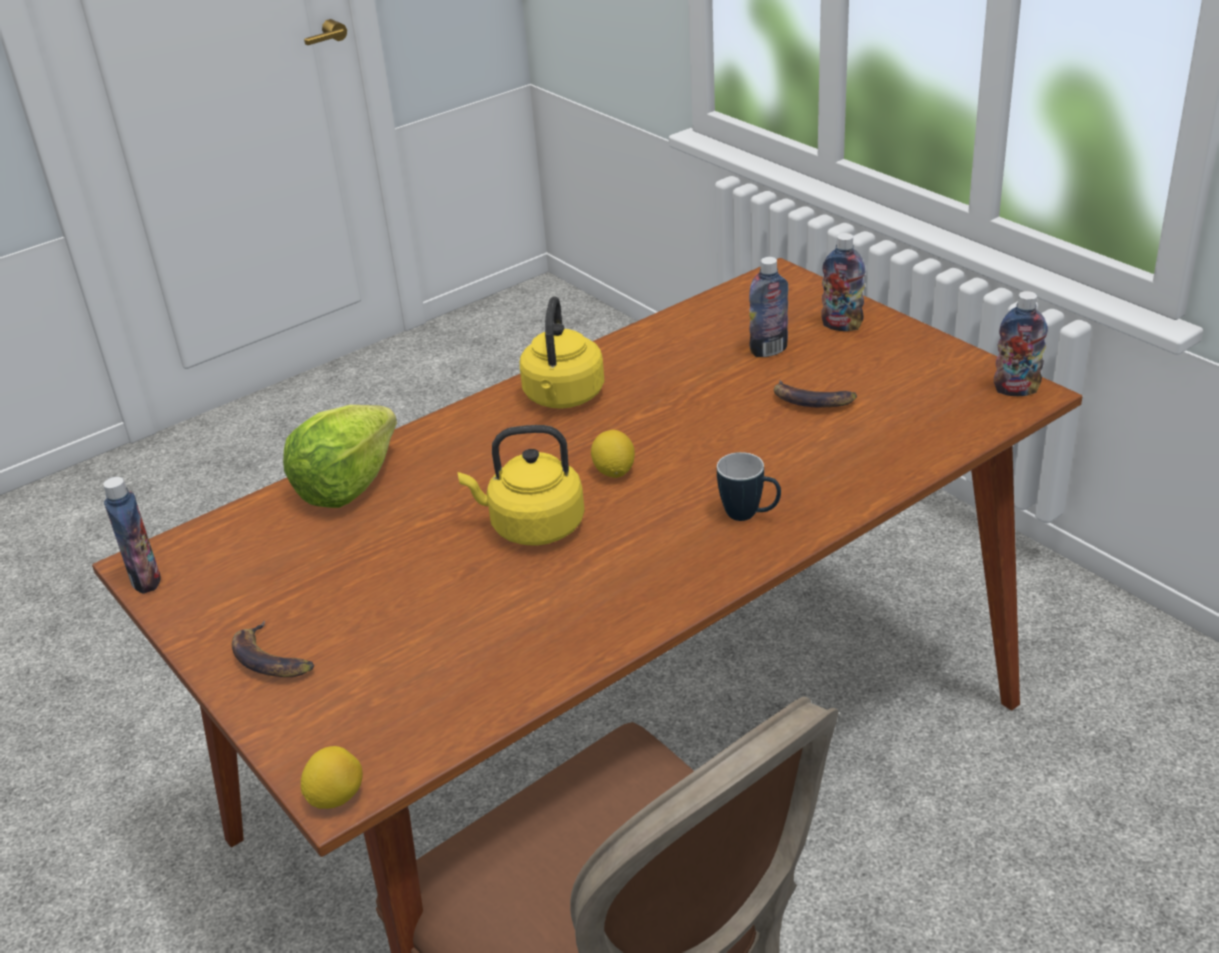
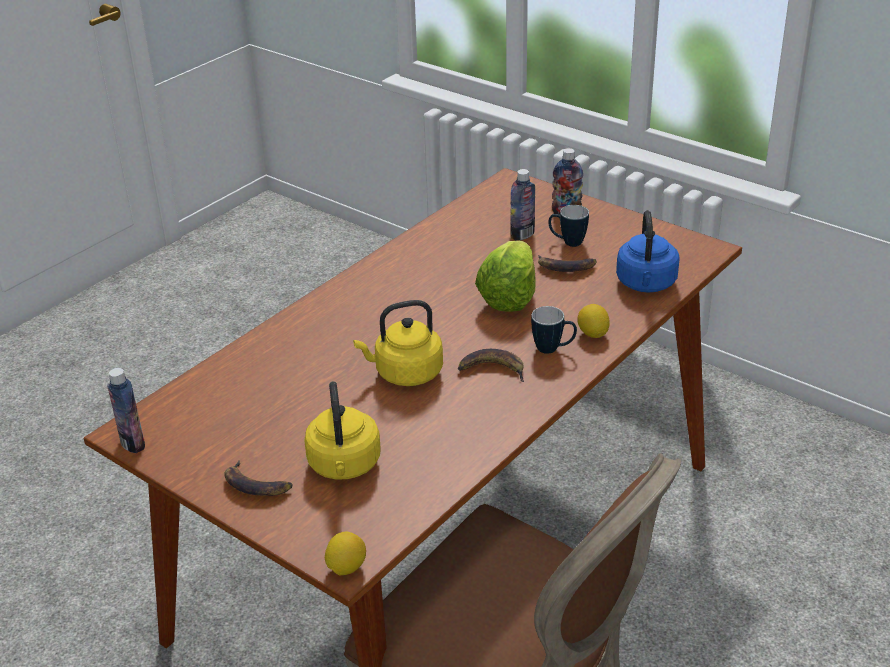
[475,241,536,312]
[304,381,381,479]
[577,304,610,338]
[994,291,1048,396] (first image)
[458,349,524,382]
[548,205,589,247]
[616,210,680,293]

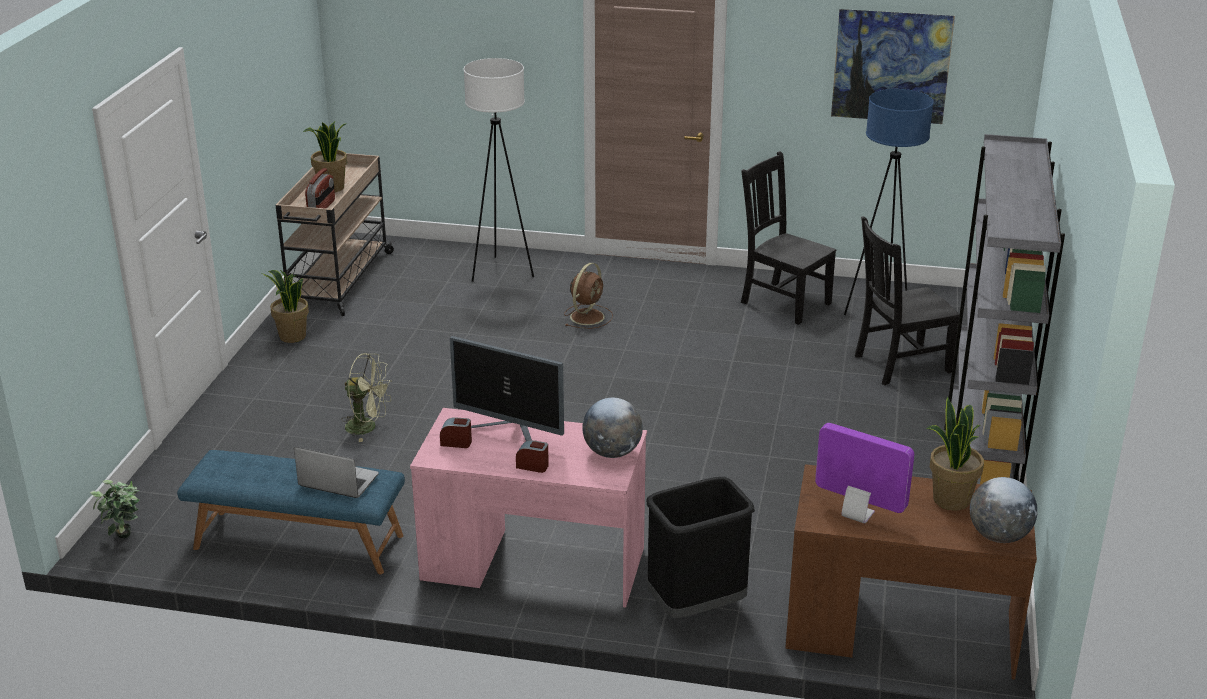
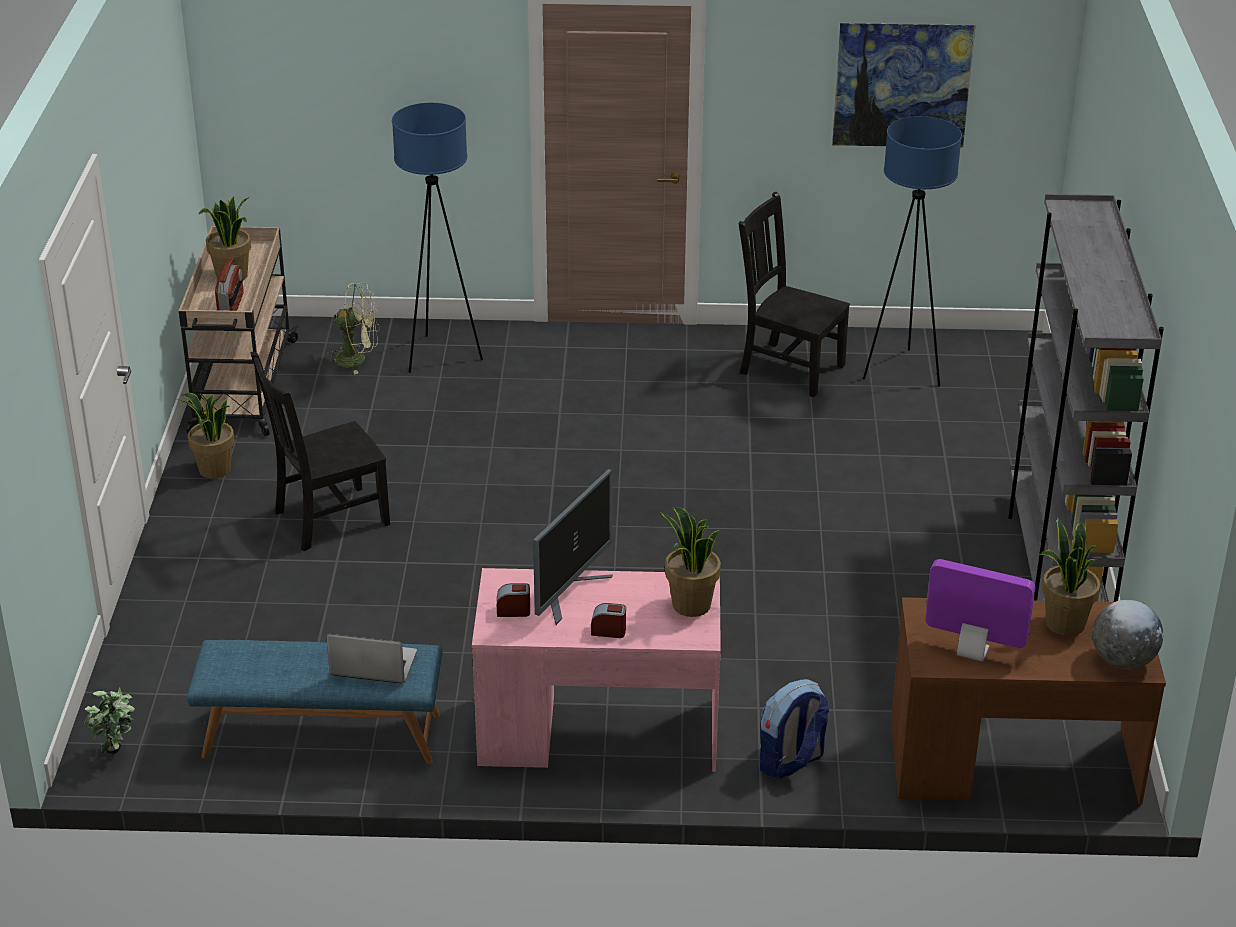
[328,283,380,374]
[533,469,613,625]
[392,103,483,373]
[564,263,613,329] (first image)
[660,507,721,617]
[760,679,829,779]
[250,352,390,551]

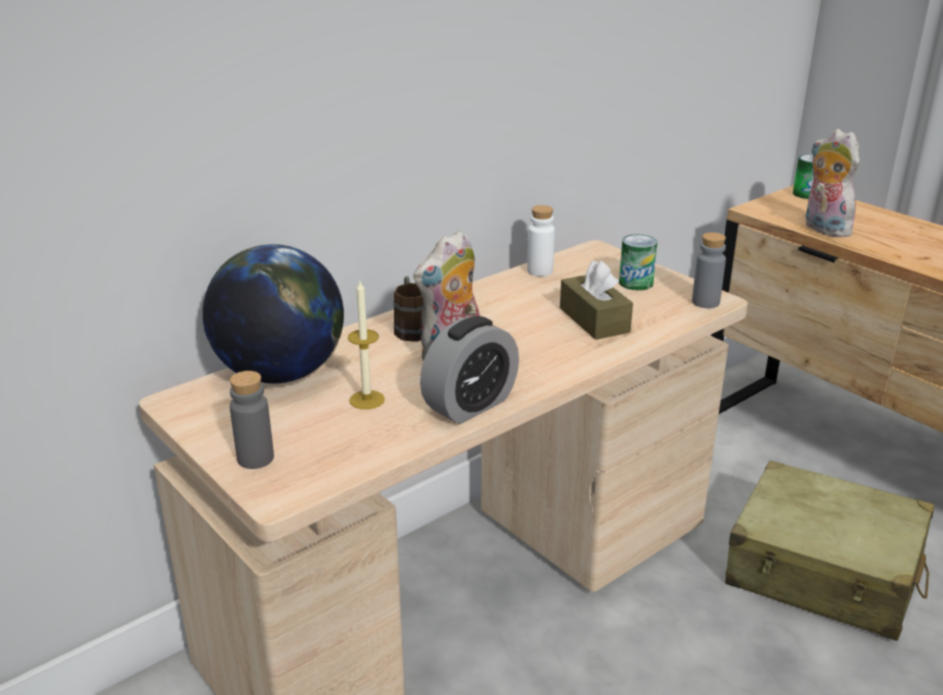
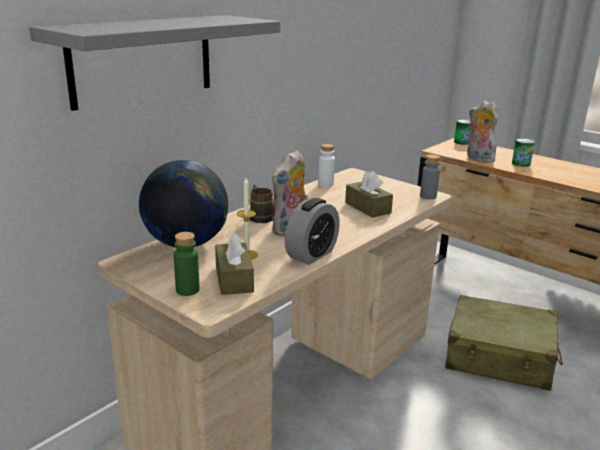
[174,232,200,296]
[512,138,535,167]
[29,15,280,111]
[215,232,254,295]

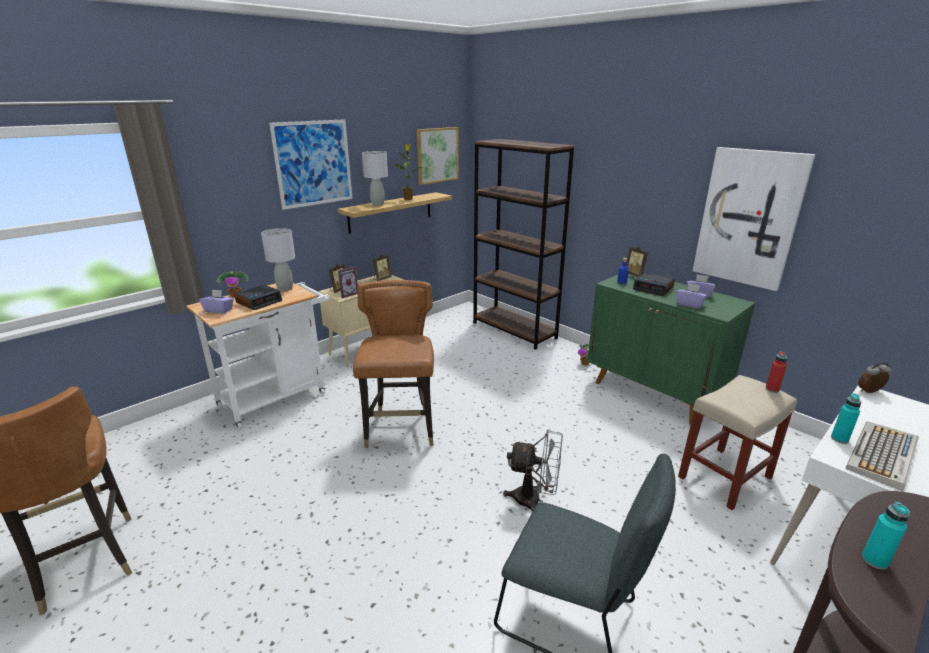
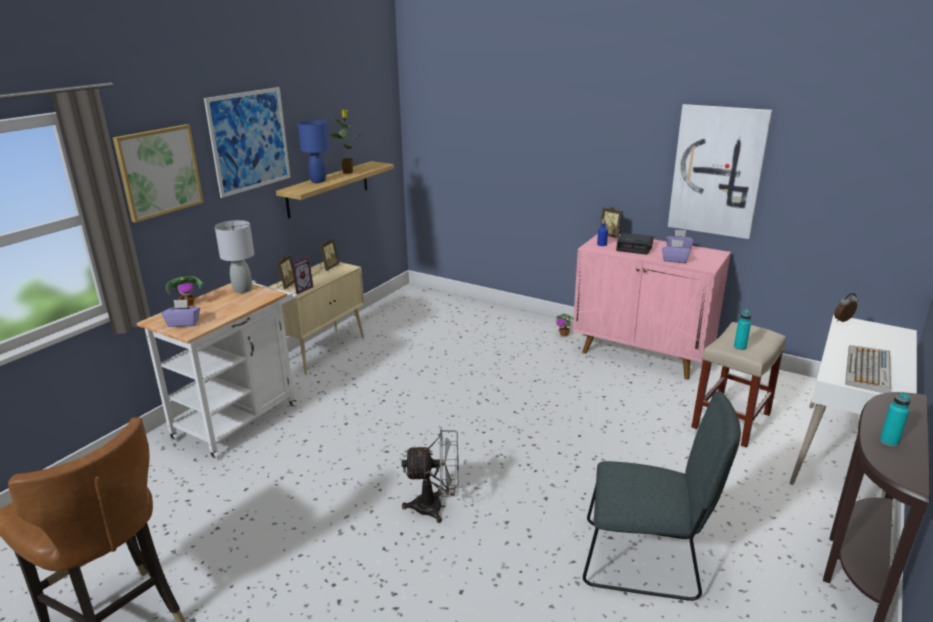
[234,285,282,310] (first image)
[353,280,434,448] (first image)
[298,120,329,183]
[113,124,204,223]
[473,139,575,350] (first image)
[402,429,459,523]
[573,234,731,380]
[765,351,787,393] (first image)
[734,309,751,350]

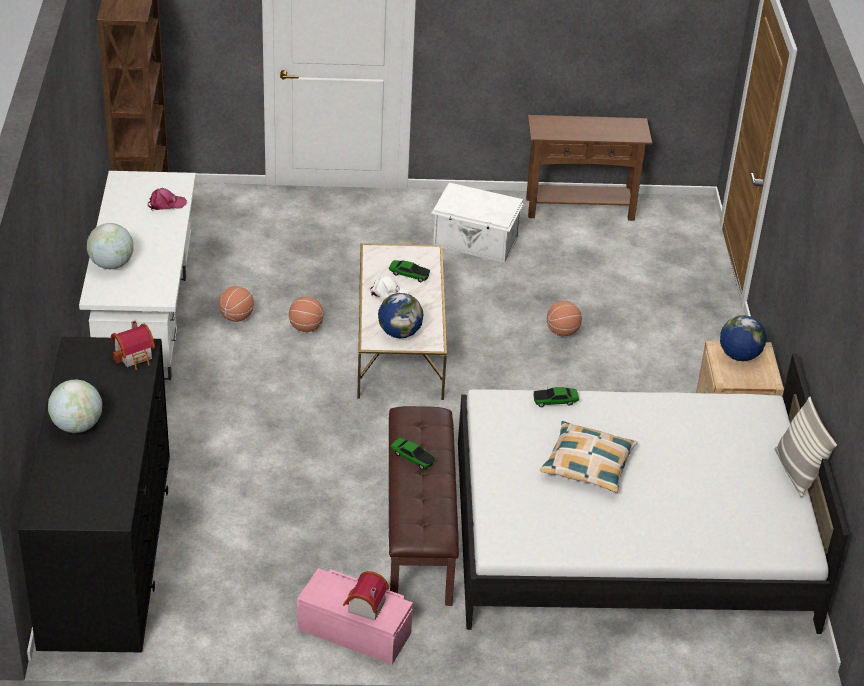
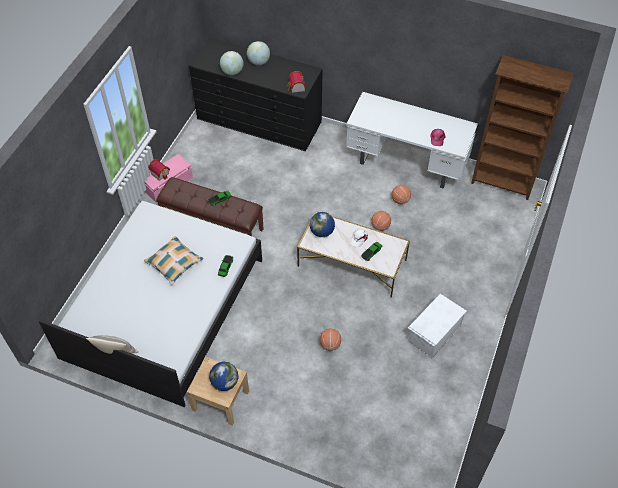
[220,51,243,75]
[526,115,652,221] (first image)

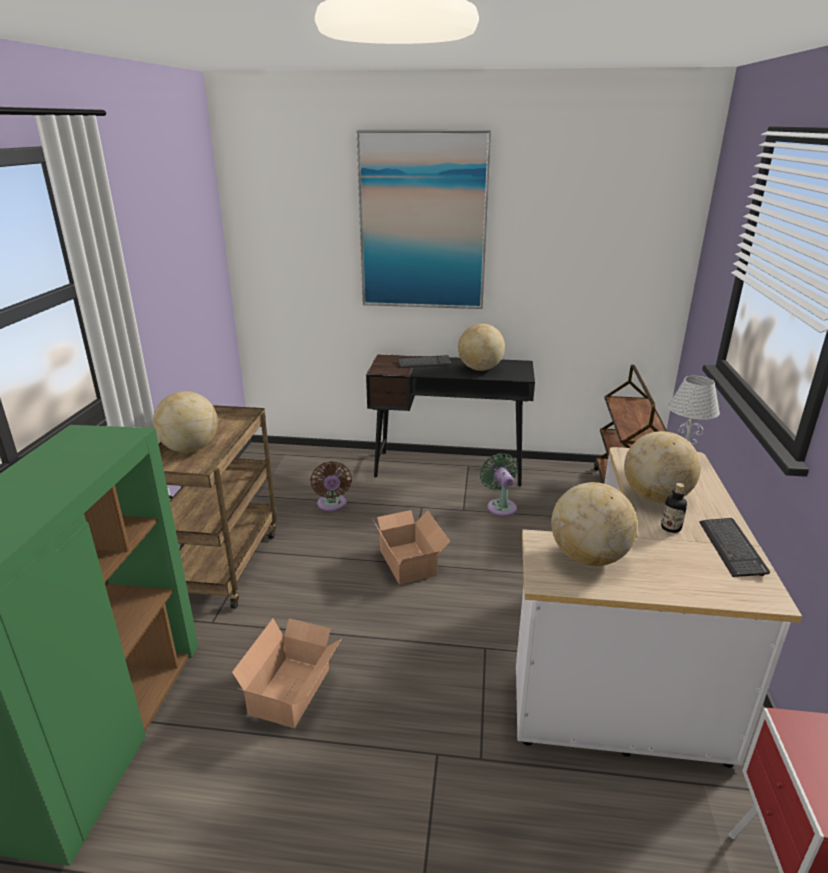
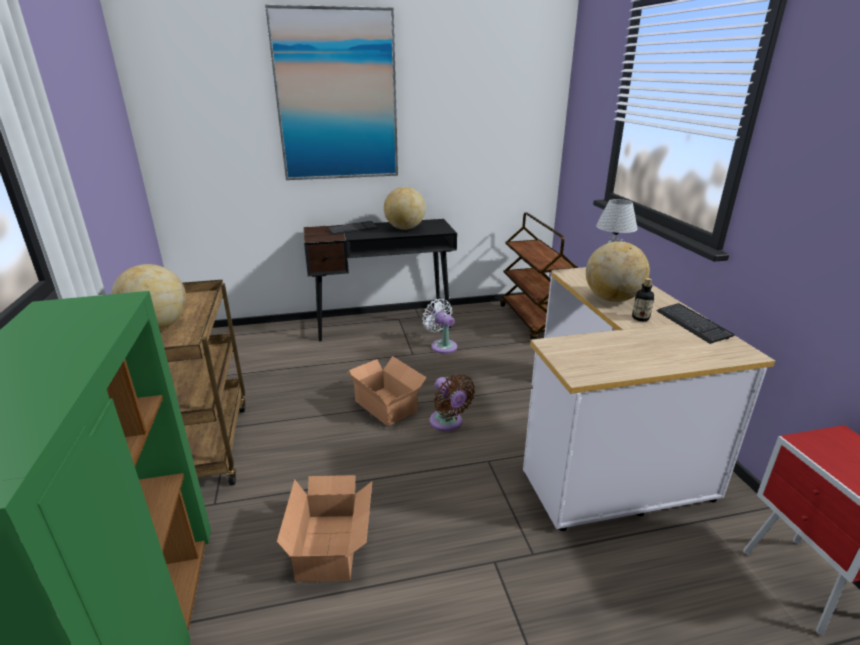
[430,374,475,431]
[422,299,457,354]
[551,482,638,566] (first image)

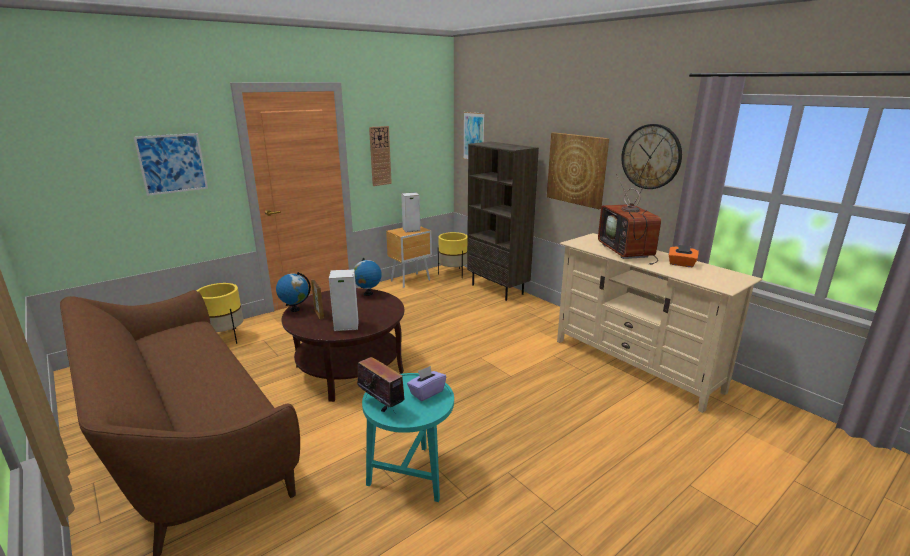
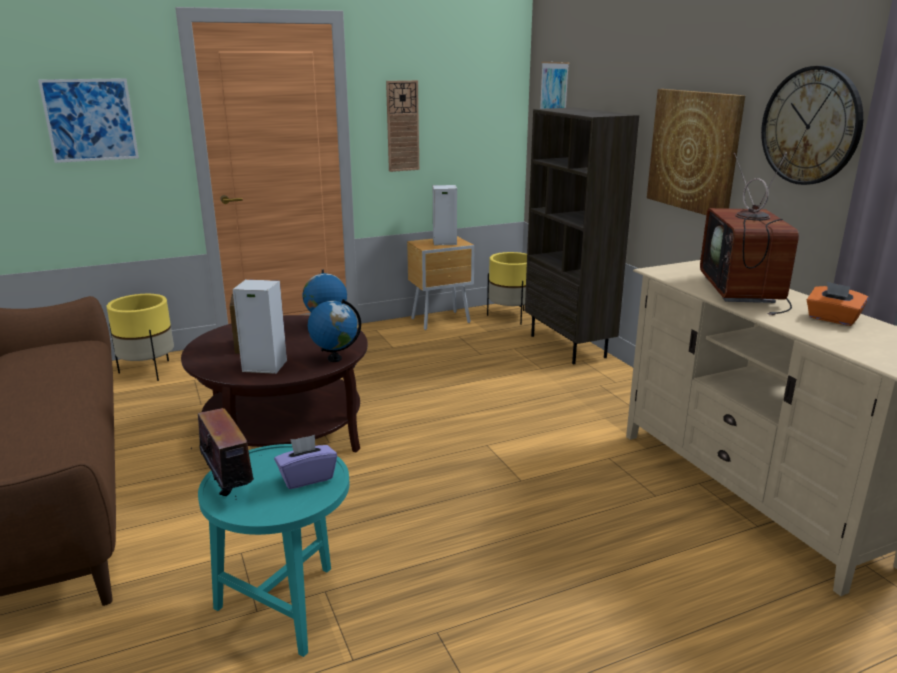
[308,299,361,362]

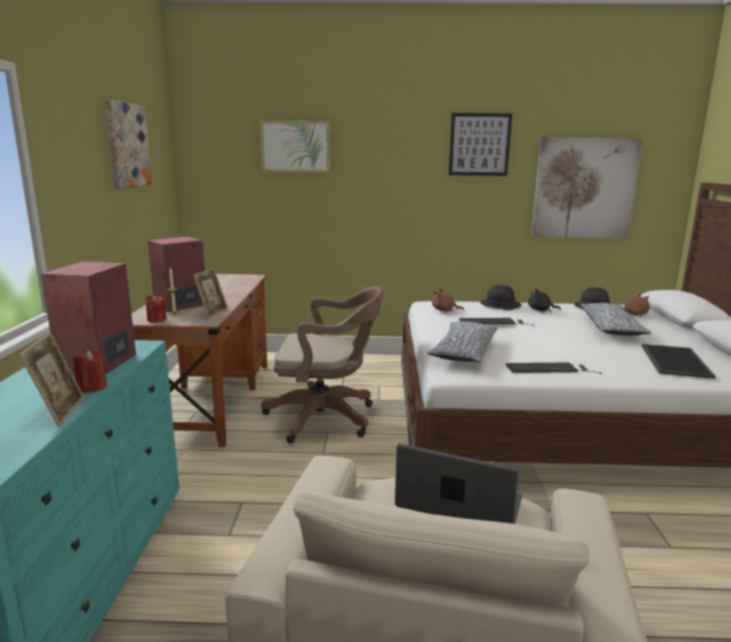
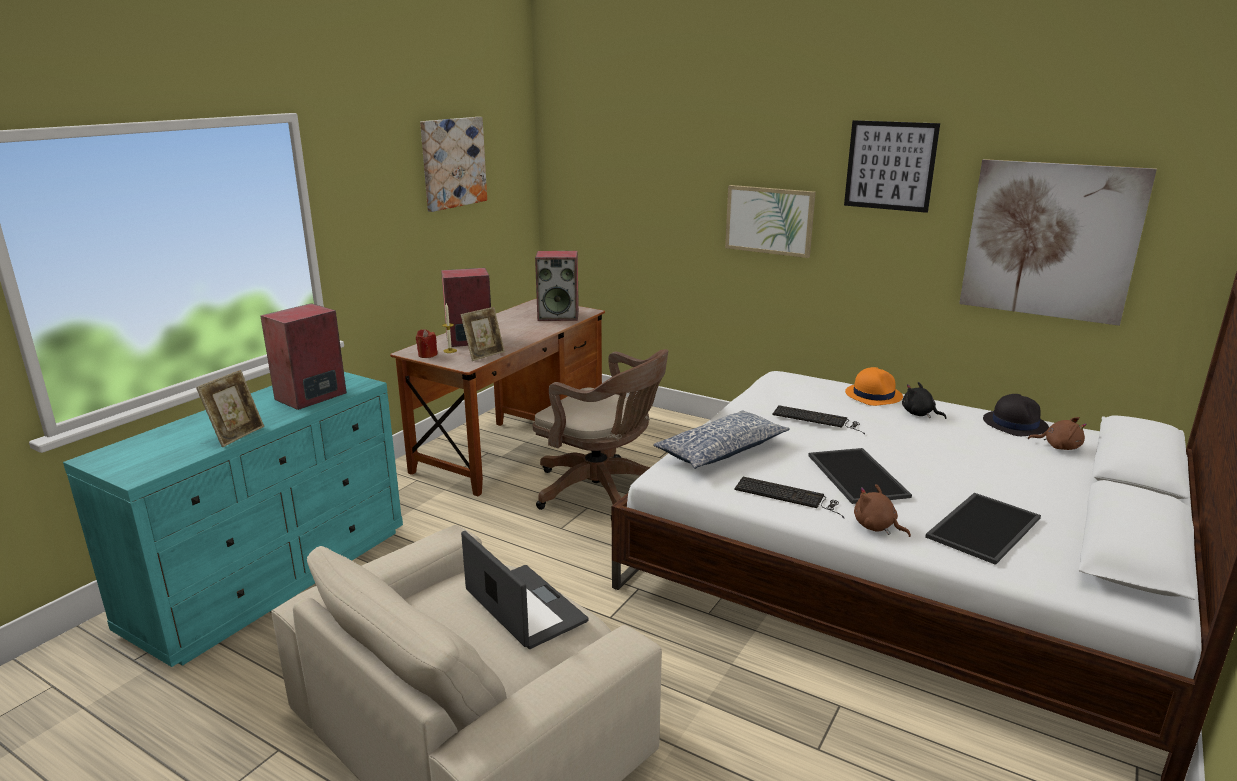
[73,350,107,393] (first image)
[725,185,816,258]
[854,484,911,537]
[845,367,903,406]
[580,303,651,336] (first image)
[535,251,579,321]
[808,448,912,504]

